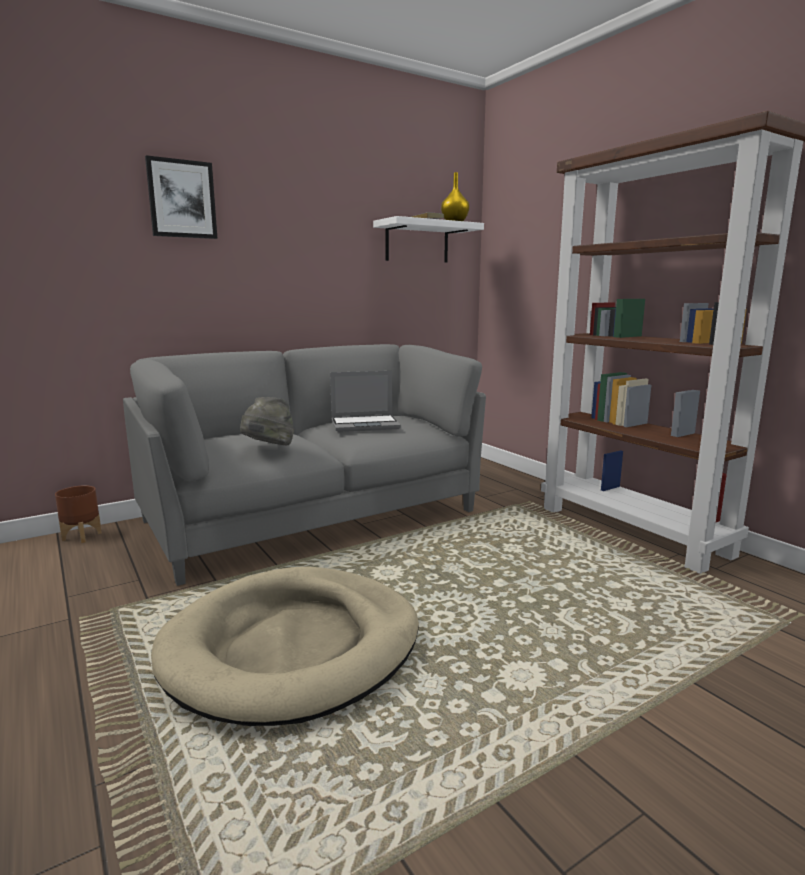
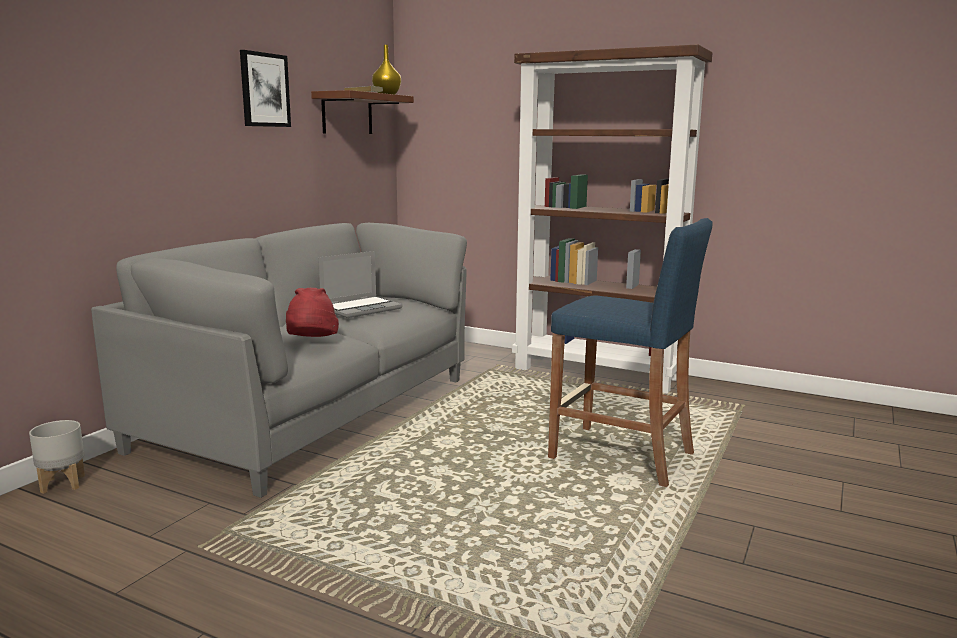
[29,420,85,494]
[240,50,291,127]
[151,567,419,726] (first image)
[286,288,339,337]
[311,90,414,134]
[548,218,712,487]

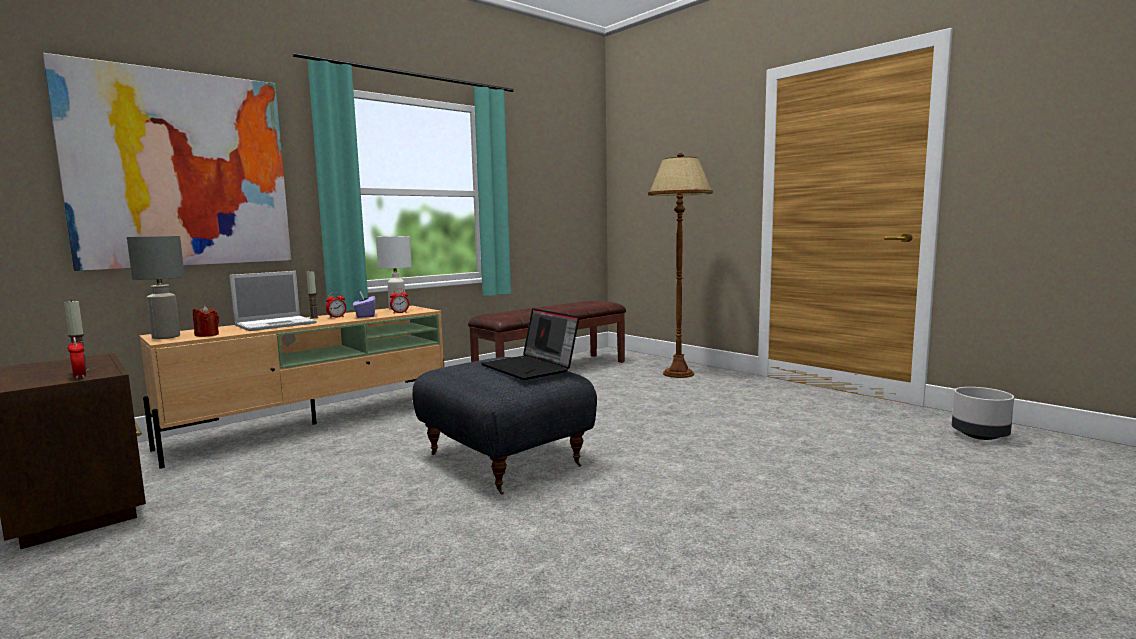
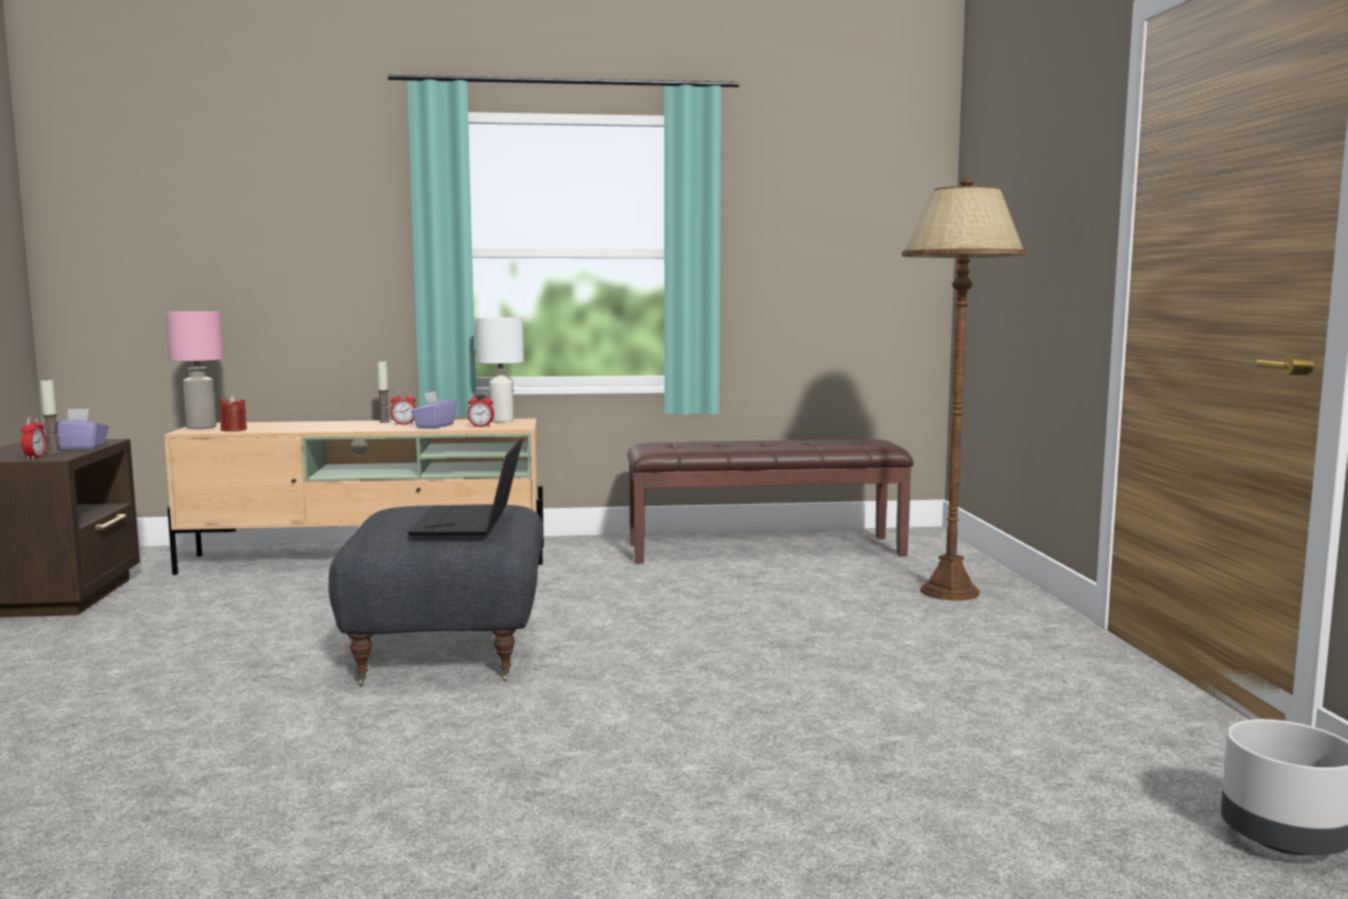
[43,53,291,271] (first image)
[166,311,224,429]
[229,271,317,331] (first image)
[44,409,109,450]

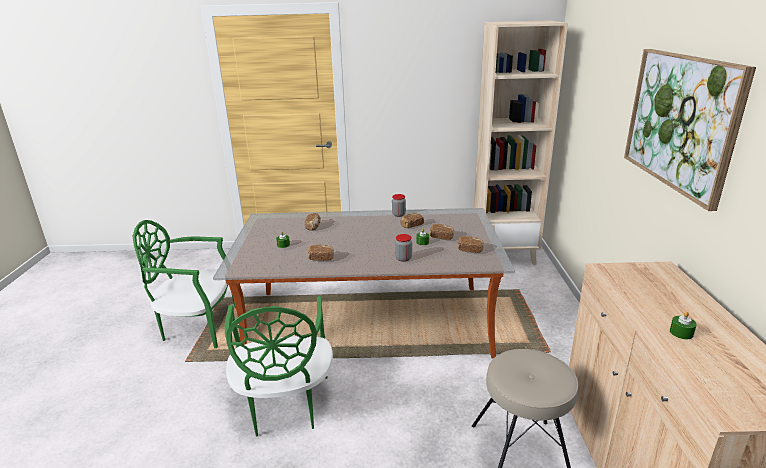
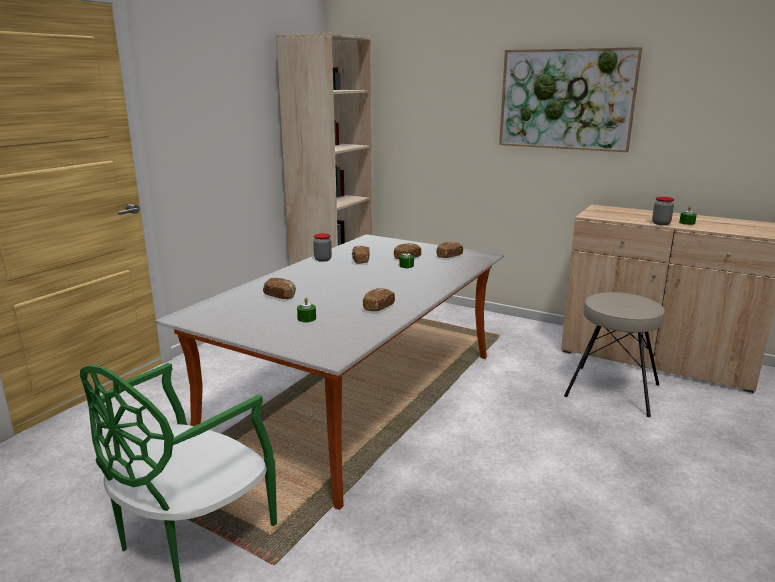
[225,296,333,436] (first image)
[652,197,674,225]

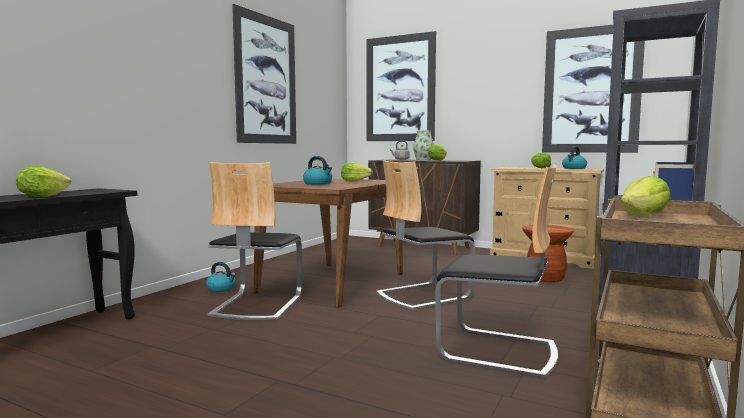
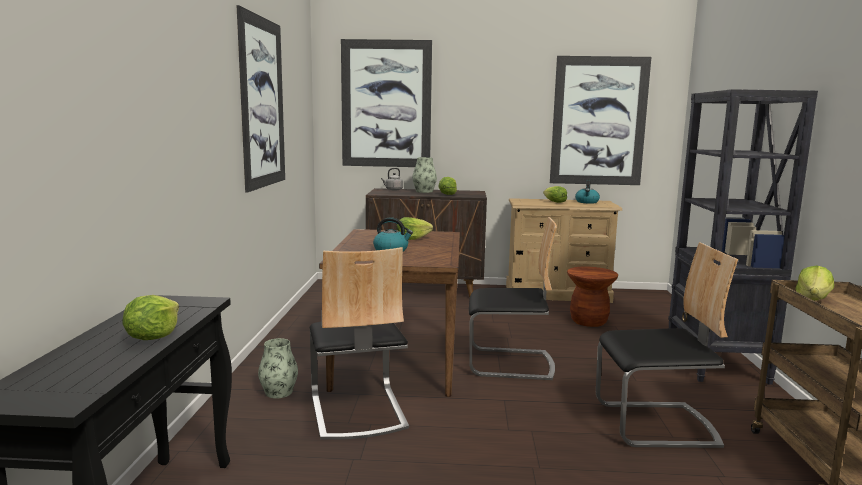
[258,338,298,399]
[469,217,557,380]

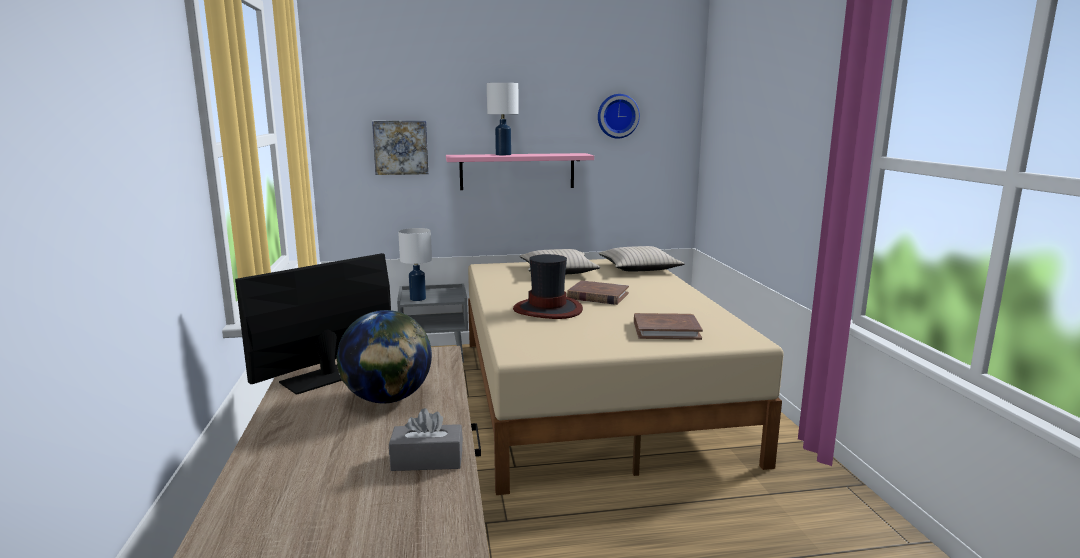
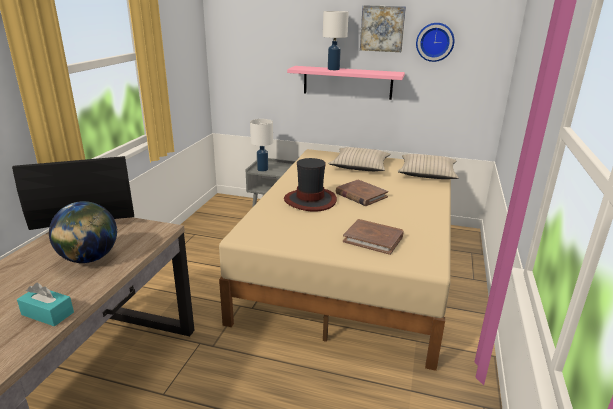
[360,5,406,52]
[17,283,74,326]

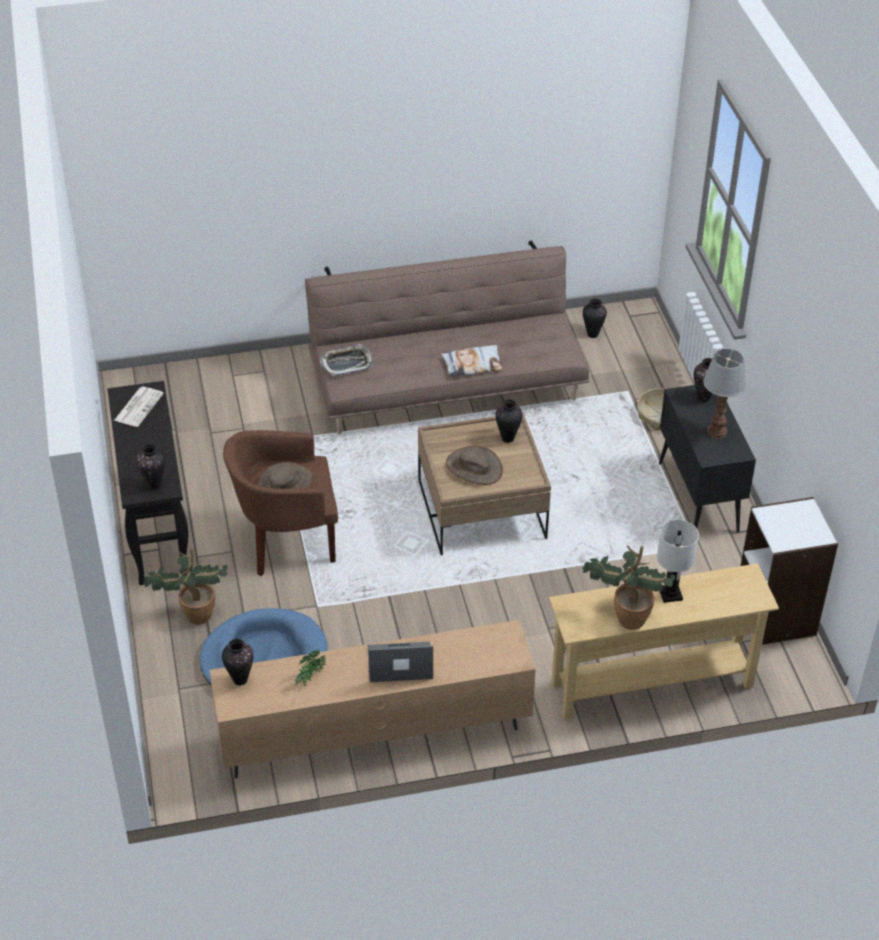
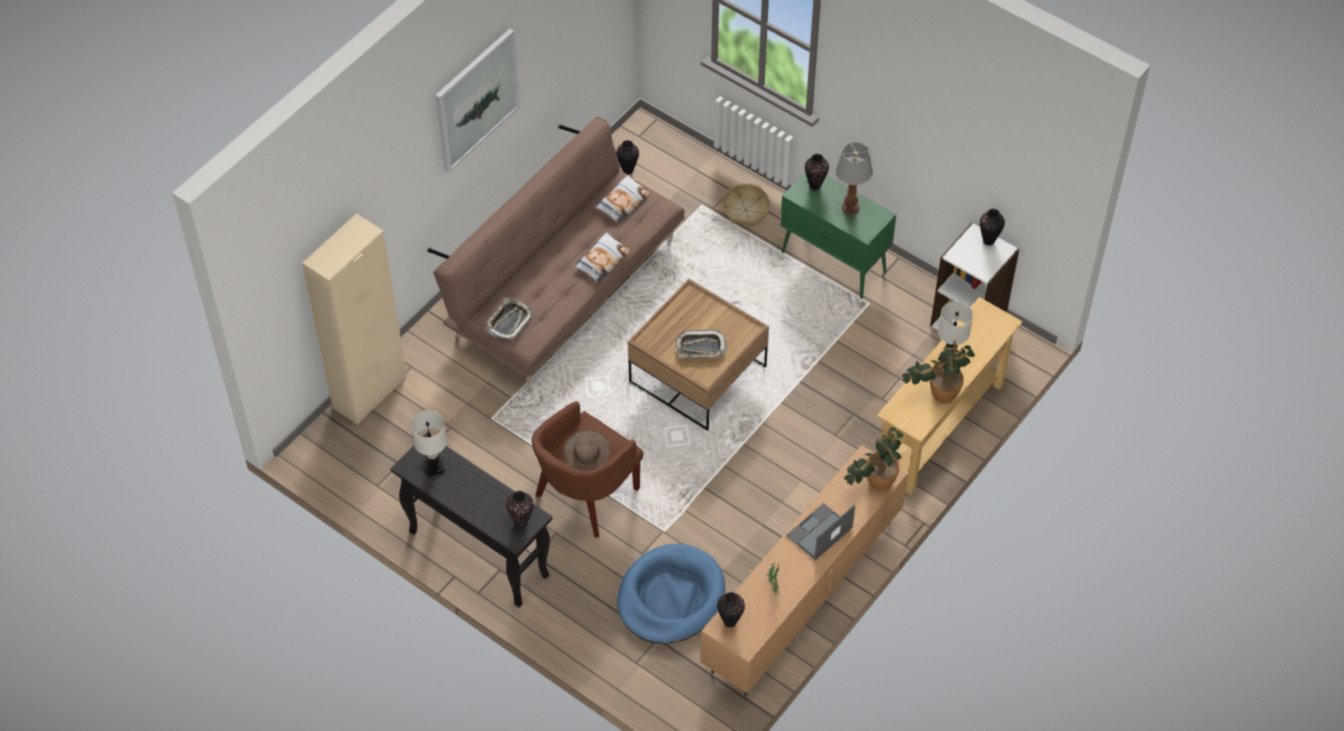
[411,410,447,477]
[844,427,904,491]
[676,330,727,358]
[980,209,1005,245]
[780,173,896,299]
[302,214,407,425]
[435,29,520,173]
[595,175,651,223]

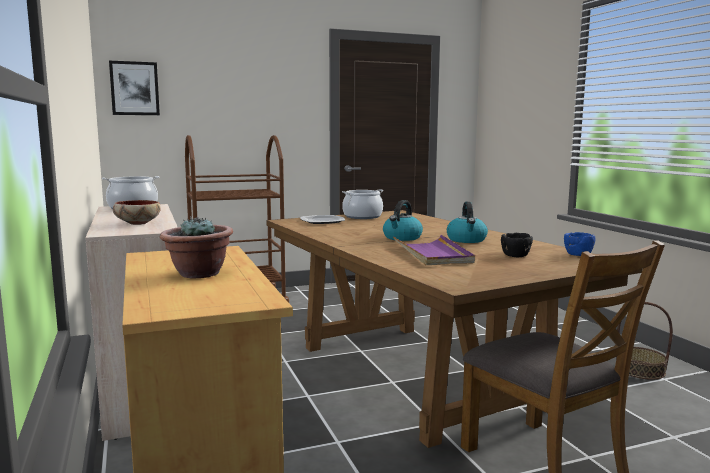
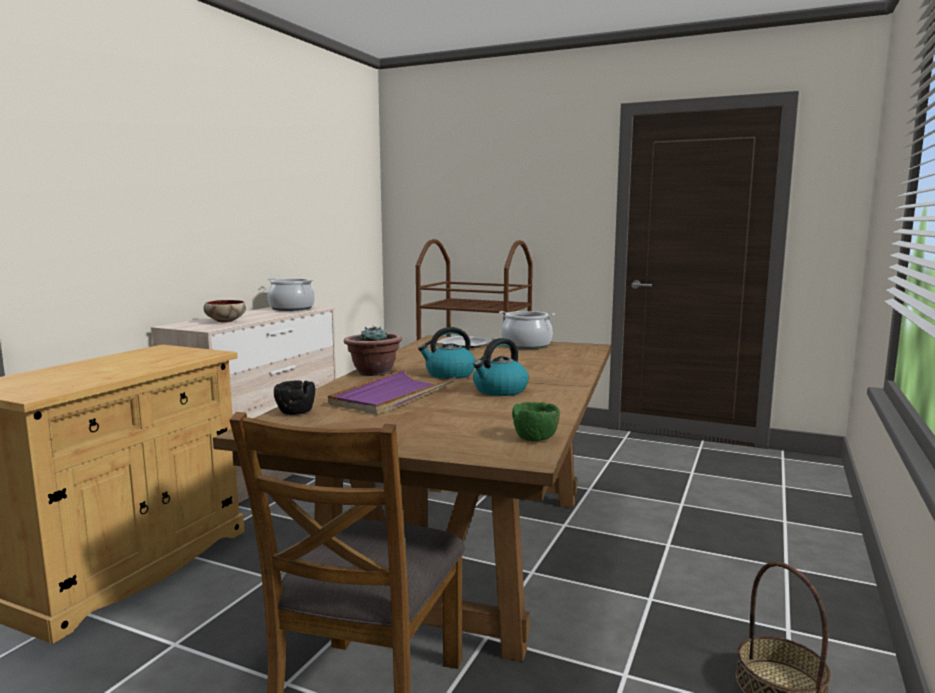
[109,61,160,115] (first image)
[344,325,402,376]
[274,380,315,415]
[512,402,560,441]

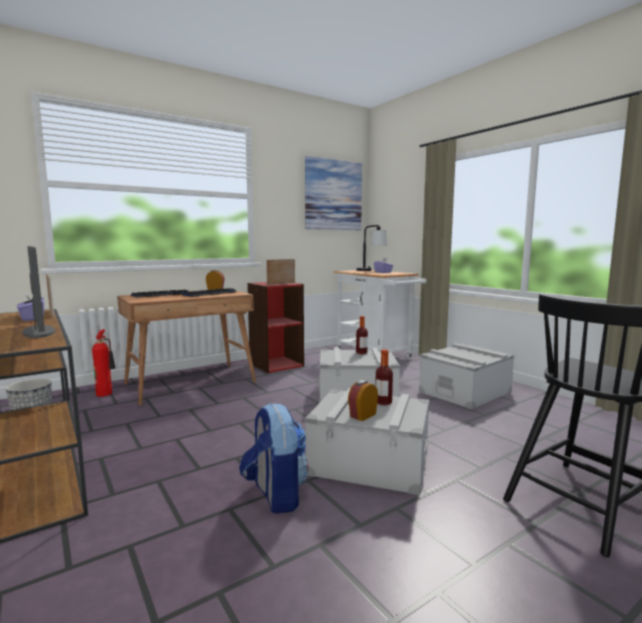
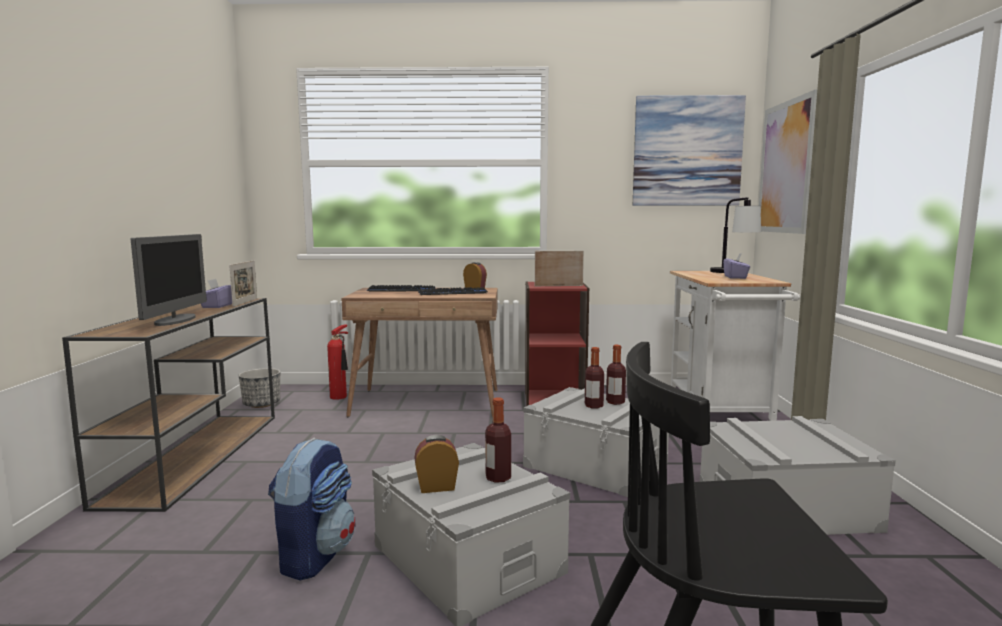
[585,347,604,408]
[759,90,817,234]

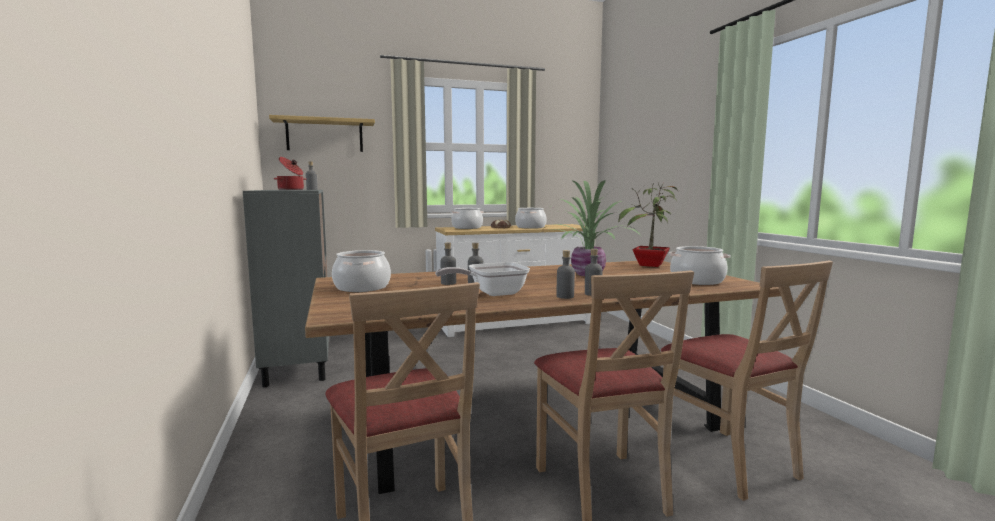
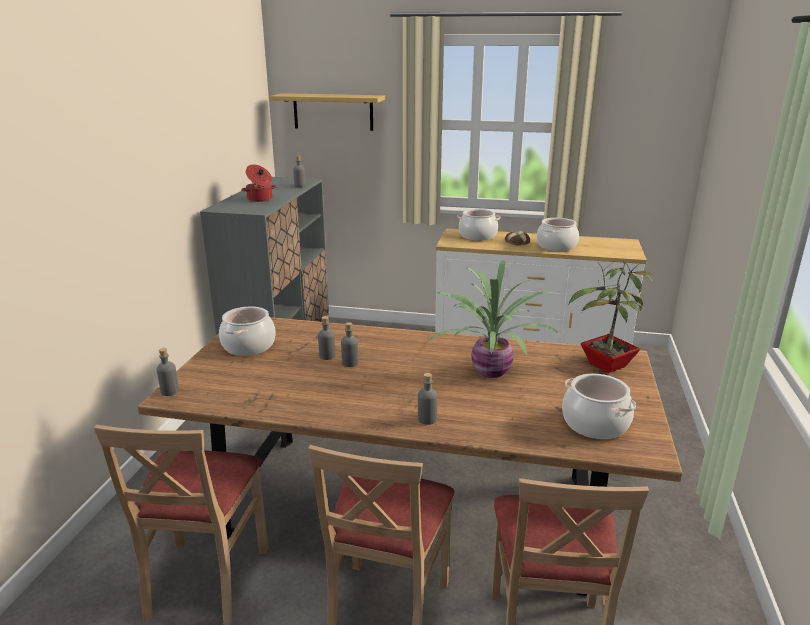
[435,262,530,296] (first image)
[157,348,179,396]

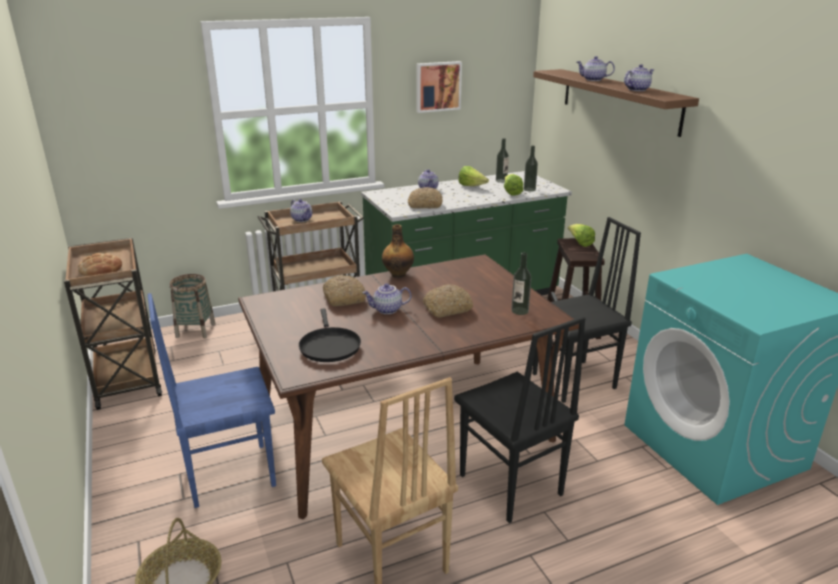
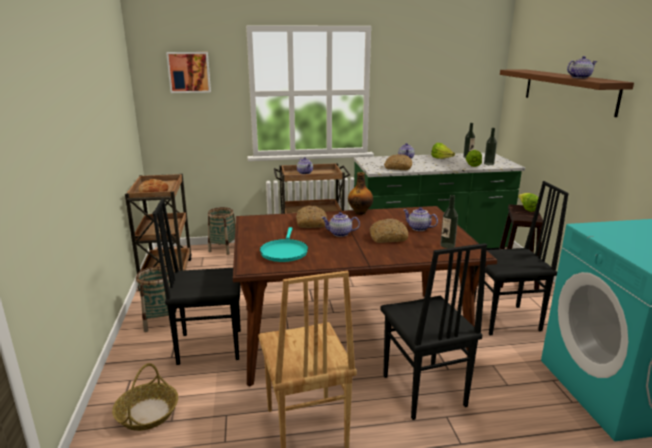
[153,198,241,365]
[260,227,308,262]
[166,52,211,93]
[404,207,438,231]
[136,266,176,332]

